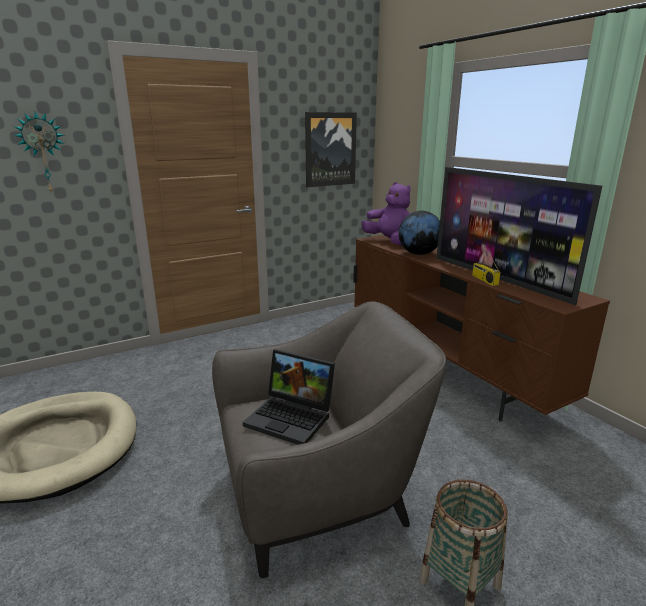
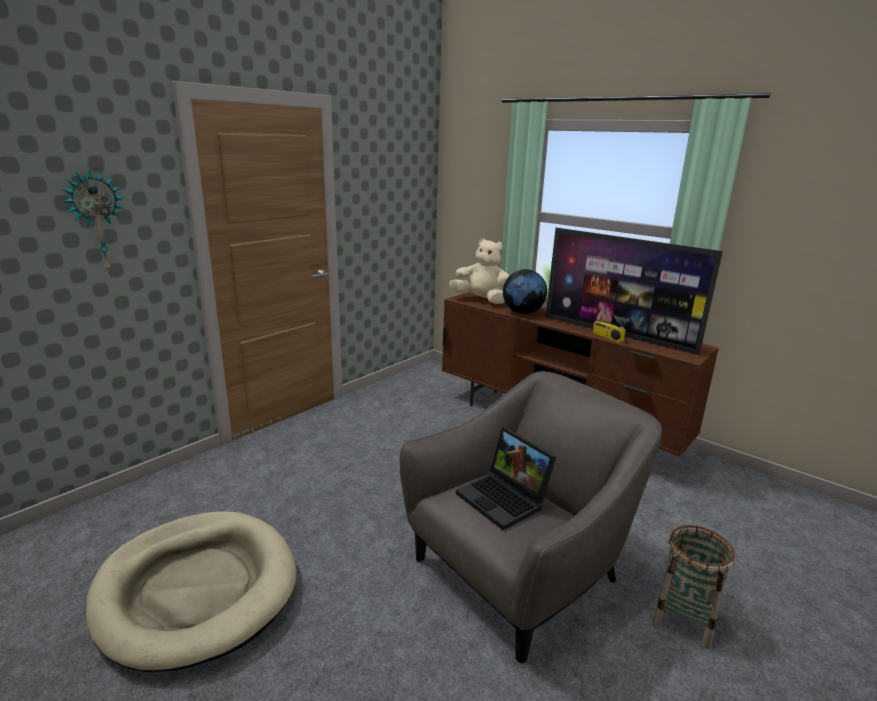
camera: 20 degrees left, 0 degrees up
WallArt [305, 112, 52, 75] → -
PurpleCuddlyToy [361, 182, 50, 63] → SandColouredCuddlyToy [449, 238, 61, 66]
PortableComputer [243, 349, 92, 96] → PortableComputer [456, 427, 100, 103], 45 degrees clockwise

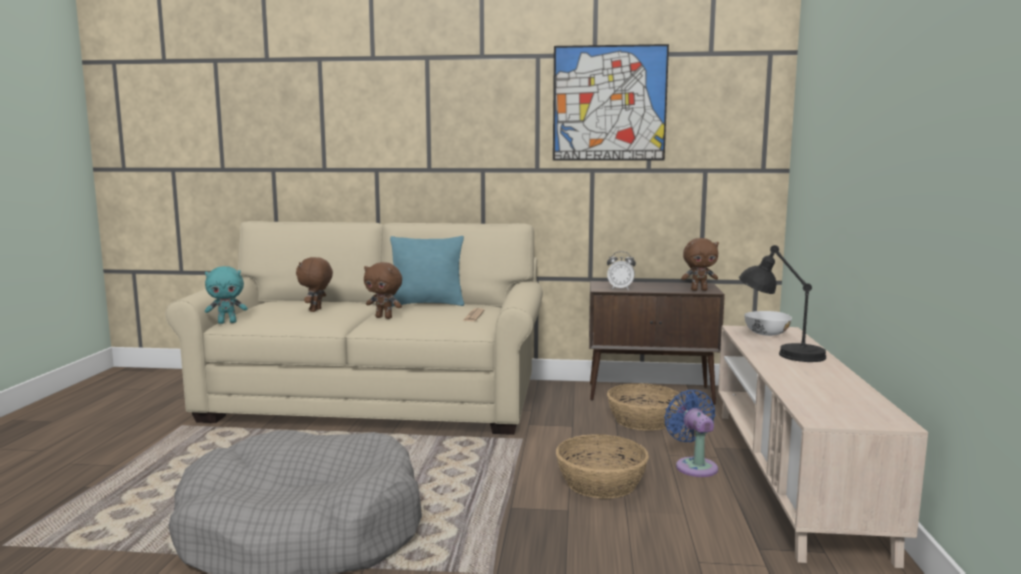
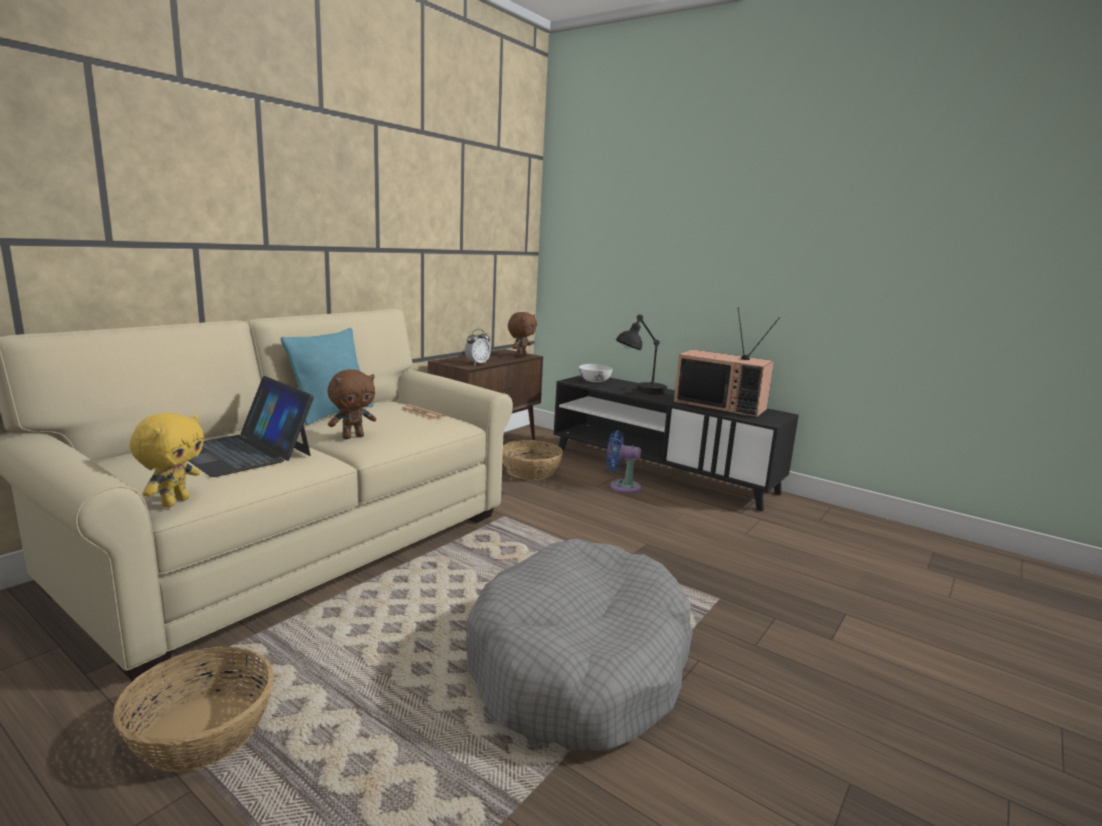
camera: 60 degrees left, 5 degrees up
WallArt [553, 44, 116, 117] → -
- → Tv [674, 307, 106, 111]
HouseholdBasket [556, 434, 93, 65] → HouseholdBasket [113, 646, 161, 127], relocated
BrownishCuddlyToy [296, 257, 37, 55] → PortableComputer [189, 376, 125, 101]
TurquoiseColouredCuddlyToy [205, 266, 43, 58] → YellowCuddlyToy [130, 413, 74, 95]
SandColouredTvUnit [718, 325, 210, 243] → BlackishTvUnit [554, 375, 245, 136]

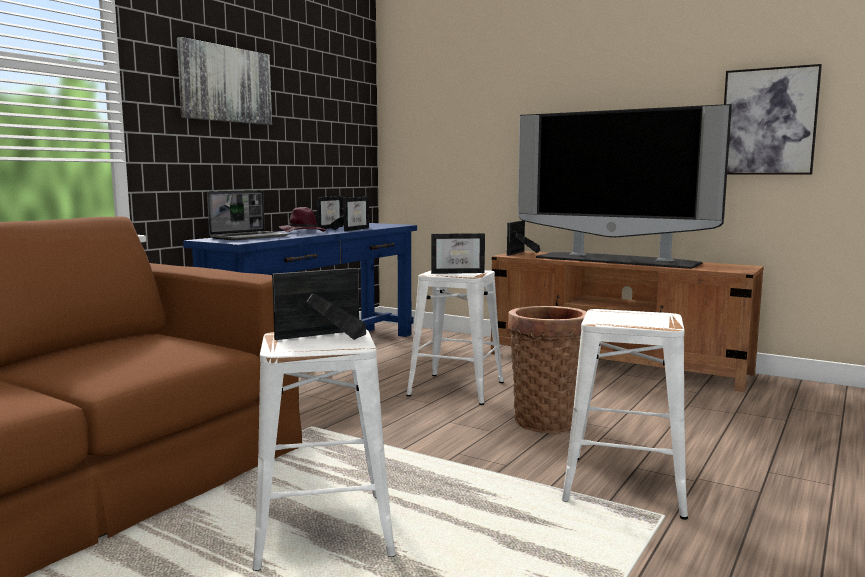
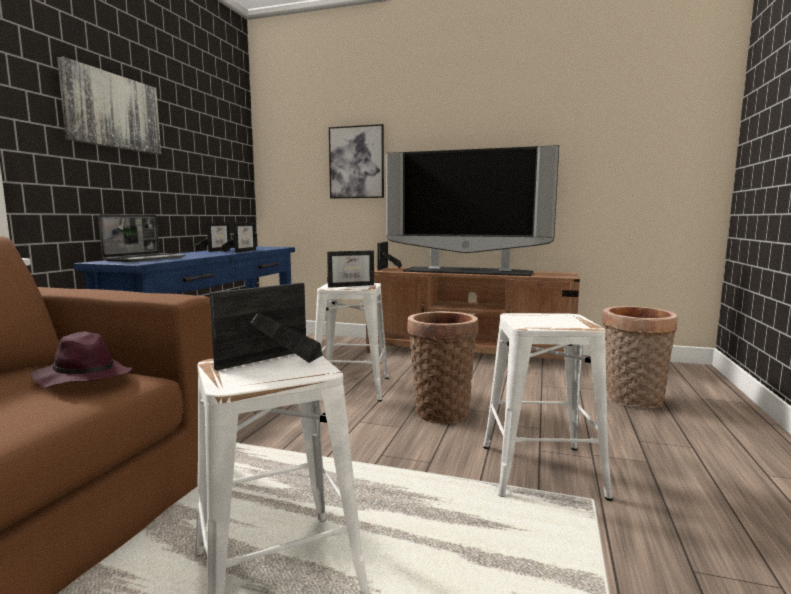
camera: 15 degrees left, 0 degrees up
- → HouseholdBasket [602, 306, 75, 102]
PurpleHat [279, 207, 48, 25] → PurpleHat [30, 332, 102, 56], relocated
WallArt [724, 64, 98, 111] → WallArt [329, 124, 55, 74], relocated

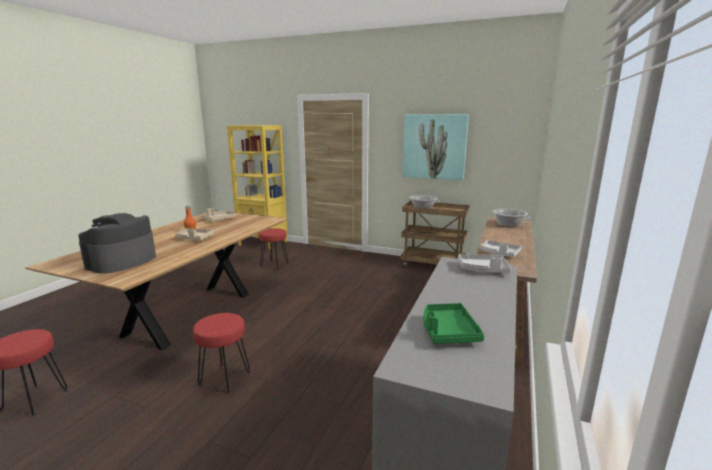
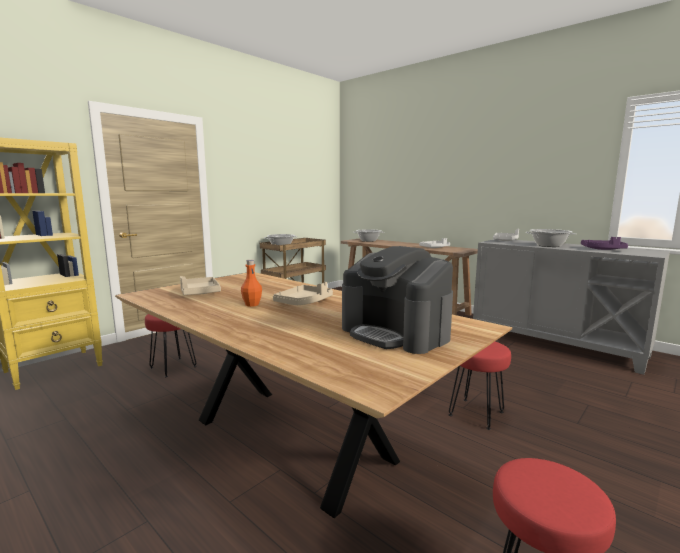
camera: 70 degrees left, 5 degrees down
WallArt [402, 114, 67, 66] → -
- → Stockpot [525, 229, 51, 18]
GreenColouredCarryingTray [423, 303, 62, 41] → PurpleCarryingTray [581, 237, 47, 13]

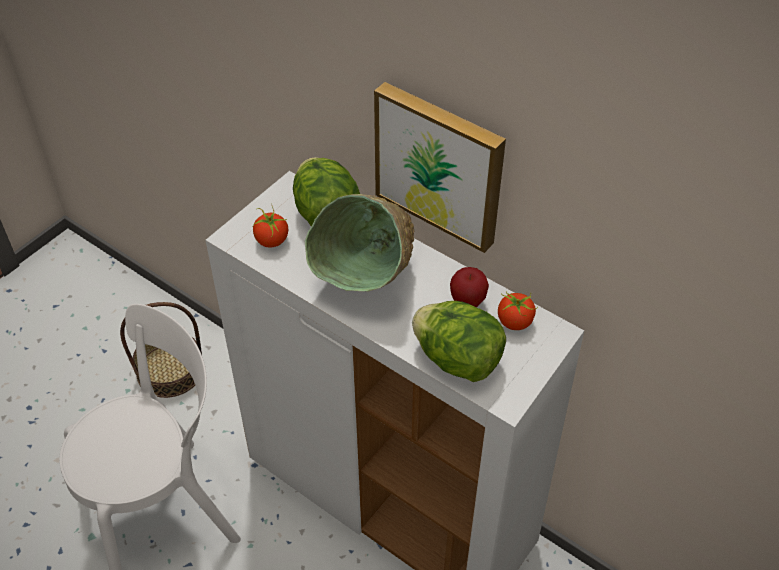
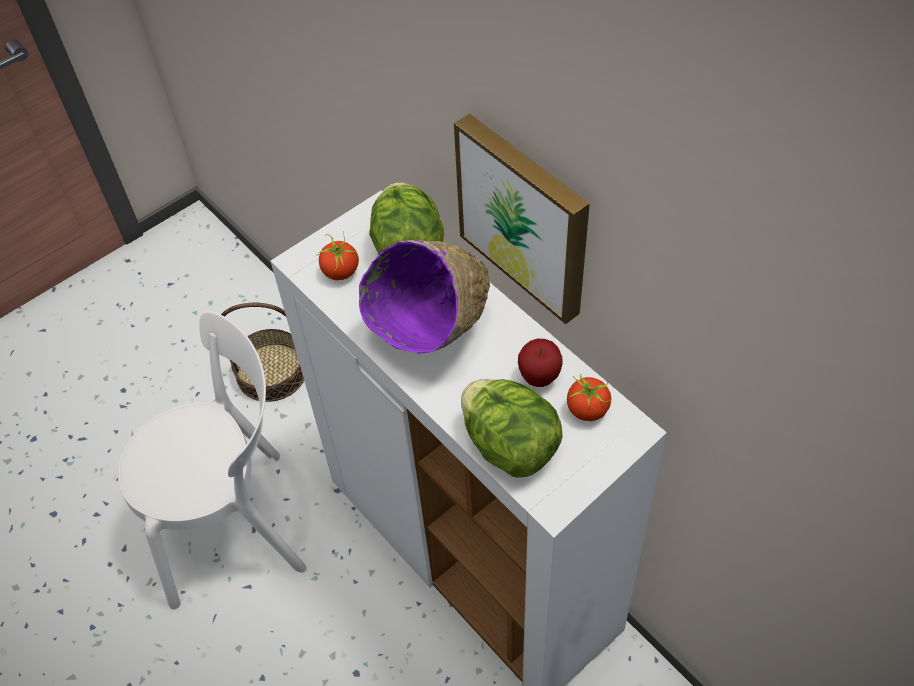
camera: 15 degrees right, 5 degrees up
GreenColouredBowl [305, 194, 109, 97] → PurpleBowl [359, 240, 131, 114]

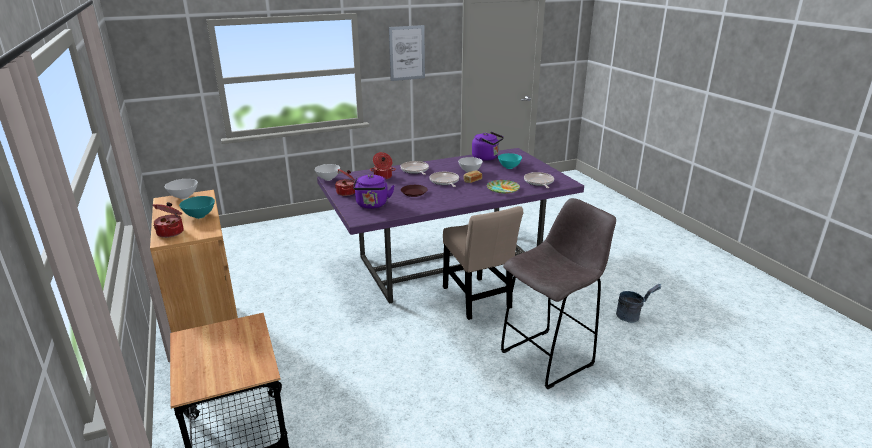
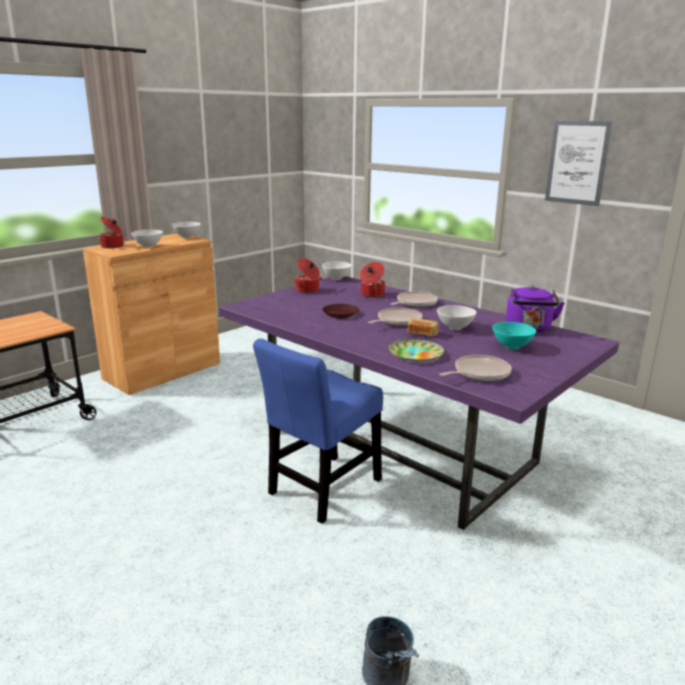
camera: 65 degrees right, 5 degrees down
PurpleKettle [353, 175, 42, 34] → -
GrayStool [501, 198, 115, 191] → -
TurquoiseColouredBowl [179, 196, 36, 23] → WhitishBowl [131, 230, 32, 17]
SandColouredUprightChair [443, 206, 81, 114] → BlueUprightChair [253, 339, 130, 185]

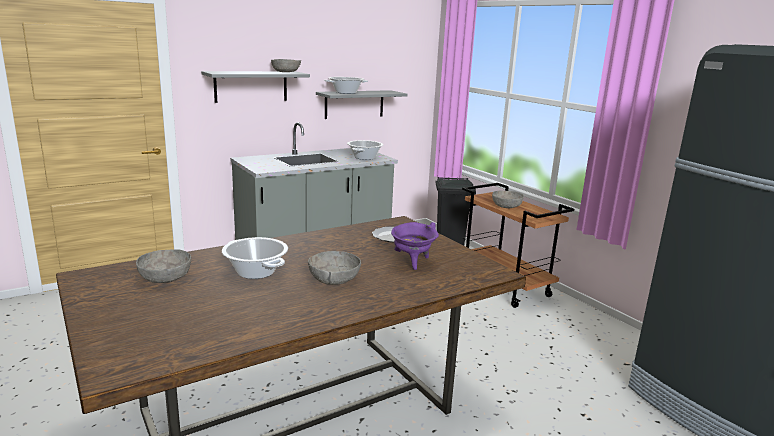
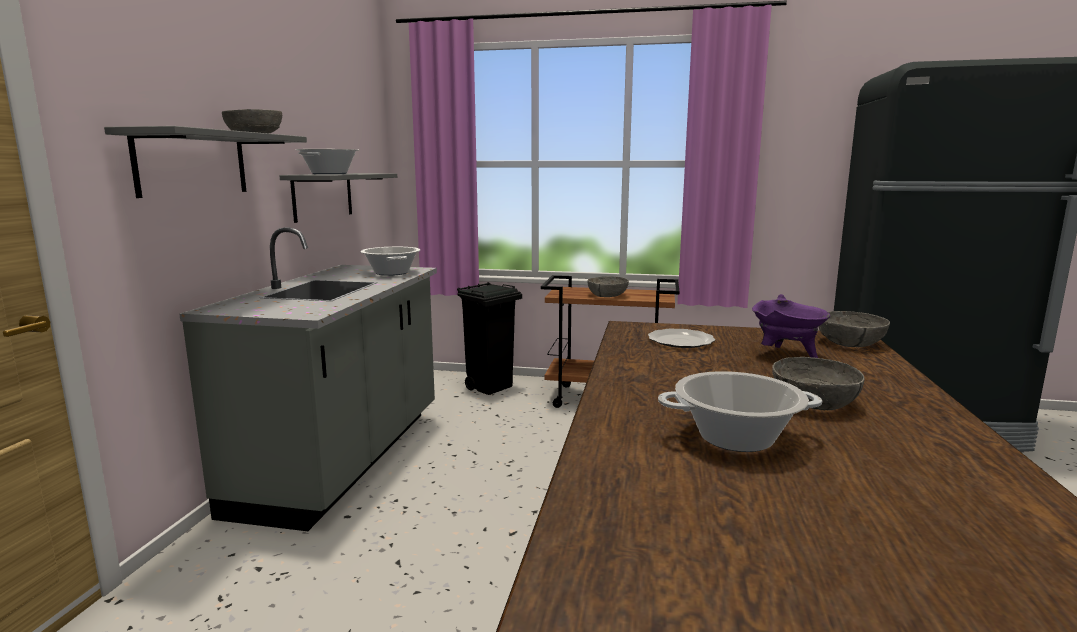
camera: 45 degrees left, 5 degrees down
GrayBowl [136, 249, 55, 34] → GrayBowl [818, 311, 72, 36], relocated

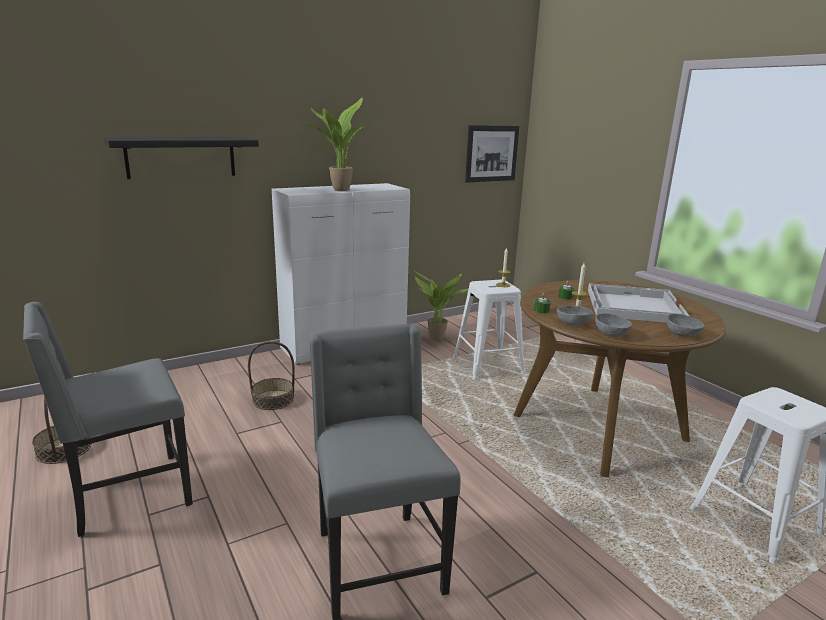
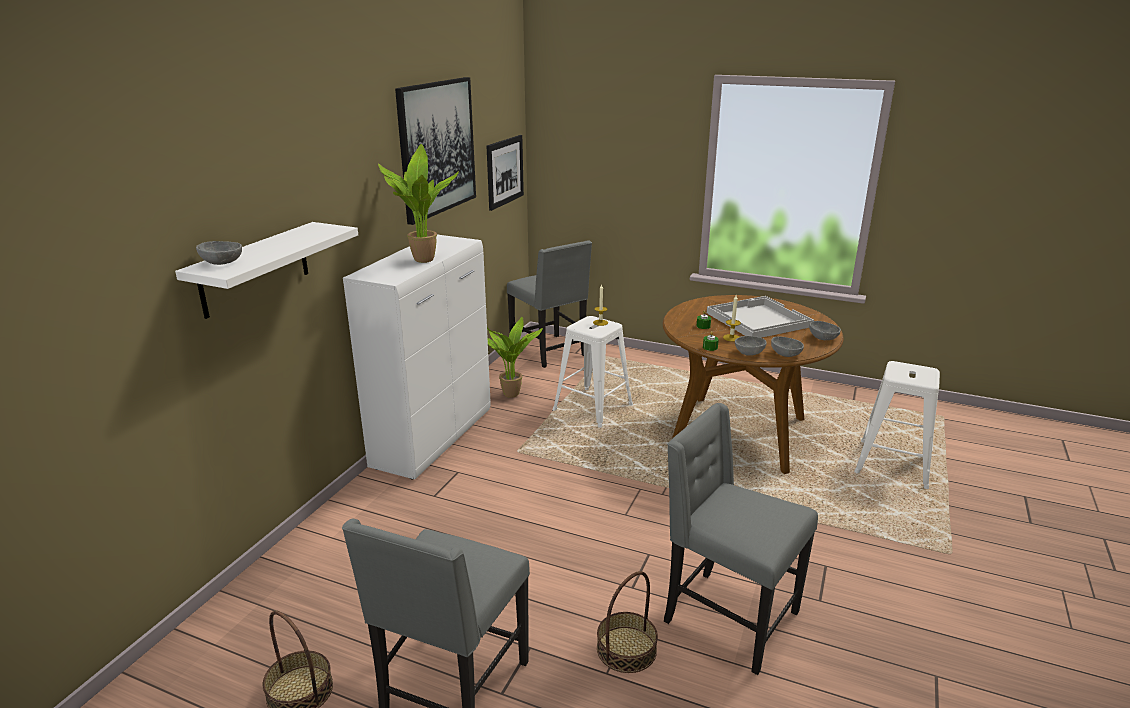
camera: 35 degrees left, 5 degrees up
- → GrayBowl [196, 241, 46, 24]
- → WallArt [395, 77, 81, 148]
- → GrayUprightChair [507, 240, 85, 128]
HouseholdBasket [248, 341, 47, 69] → HouseholdBasket [597, 571, 61, 102], relocated
BlackishWallShelf [104, 137, 155, 42] → WhitishWallShelf [175, 222, 183, 97]

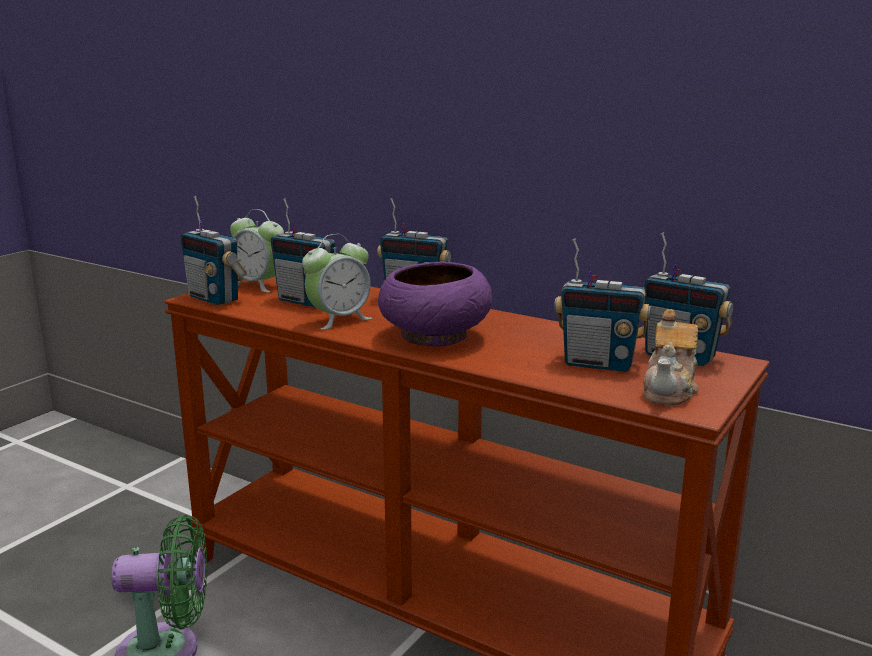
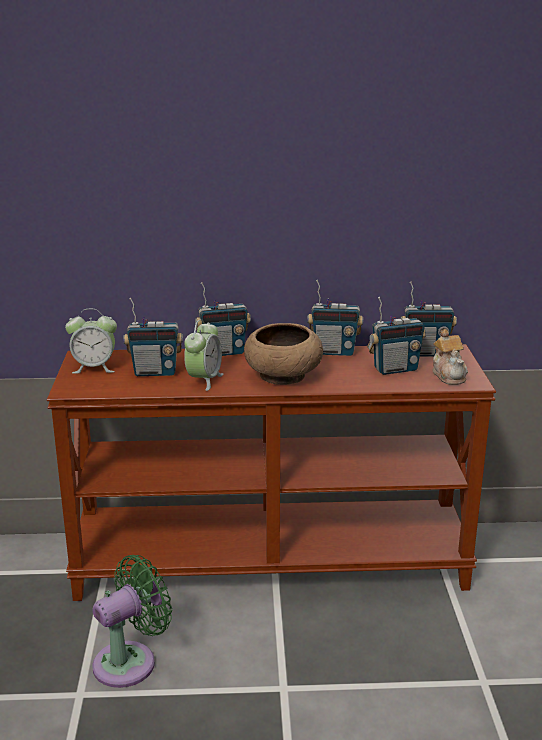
camera: 35 degrees left, 5 degrees up
Radio [180, 196, 67, 109] → Radio [307, 280, 56, 76], relocated
PurpleBowl [378, 262, 114, 84] → BrownishBowl [244, 323, 79, 62]

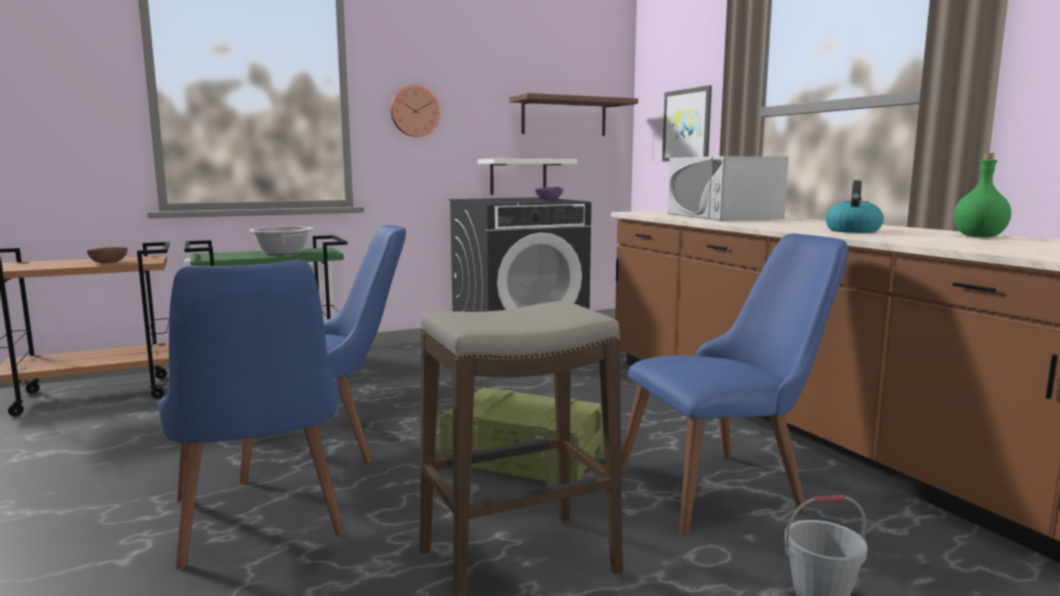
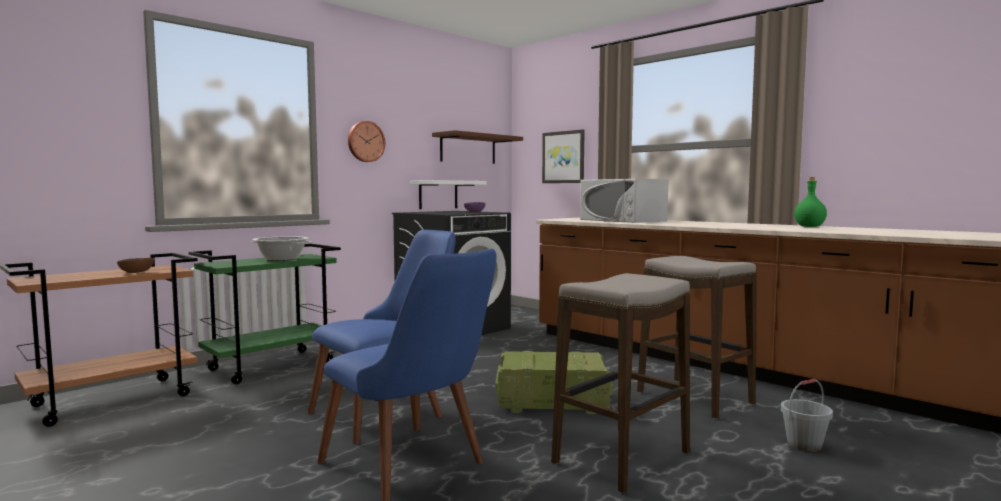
camera: 20 degrees left, 5 degrees down
Kettle [826, 180, 58, 53] → -
BlueUprightChair [621, 234, 227, 301] → Stool [637, 256, 119, 163]

